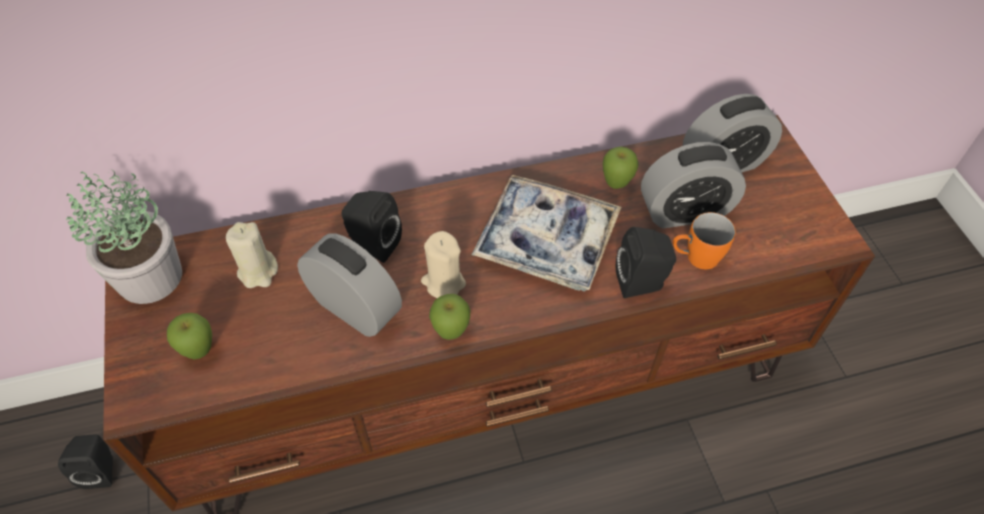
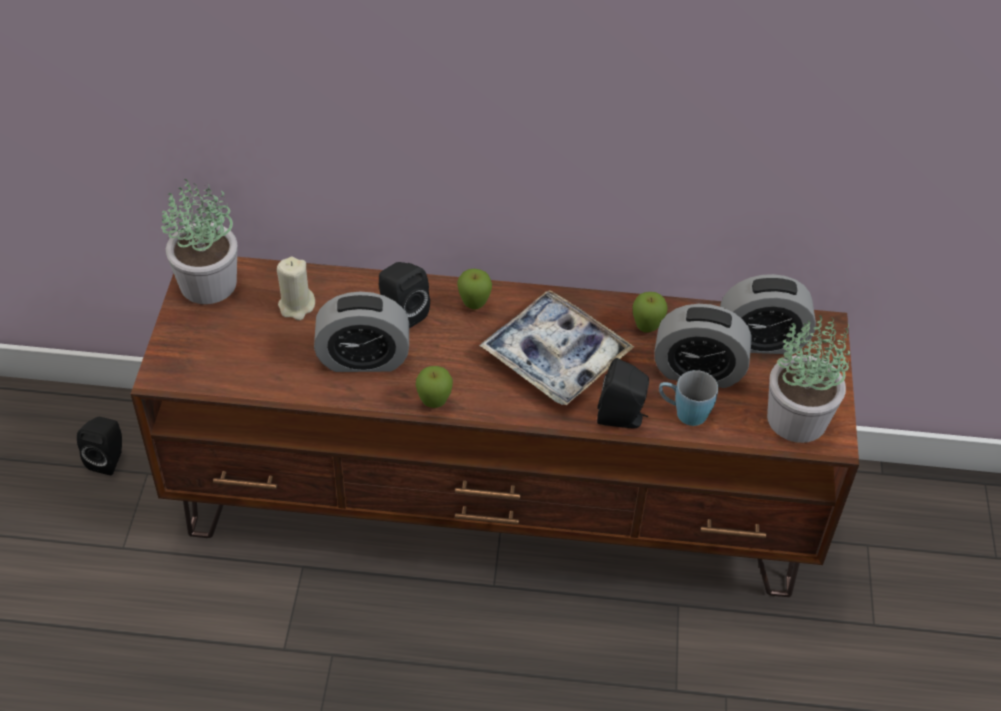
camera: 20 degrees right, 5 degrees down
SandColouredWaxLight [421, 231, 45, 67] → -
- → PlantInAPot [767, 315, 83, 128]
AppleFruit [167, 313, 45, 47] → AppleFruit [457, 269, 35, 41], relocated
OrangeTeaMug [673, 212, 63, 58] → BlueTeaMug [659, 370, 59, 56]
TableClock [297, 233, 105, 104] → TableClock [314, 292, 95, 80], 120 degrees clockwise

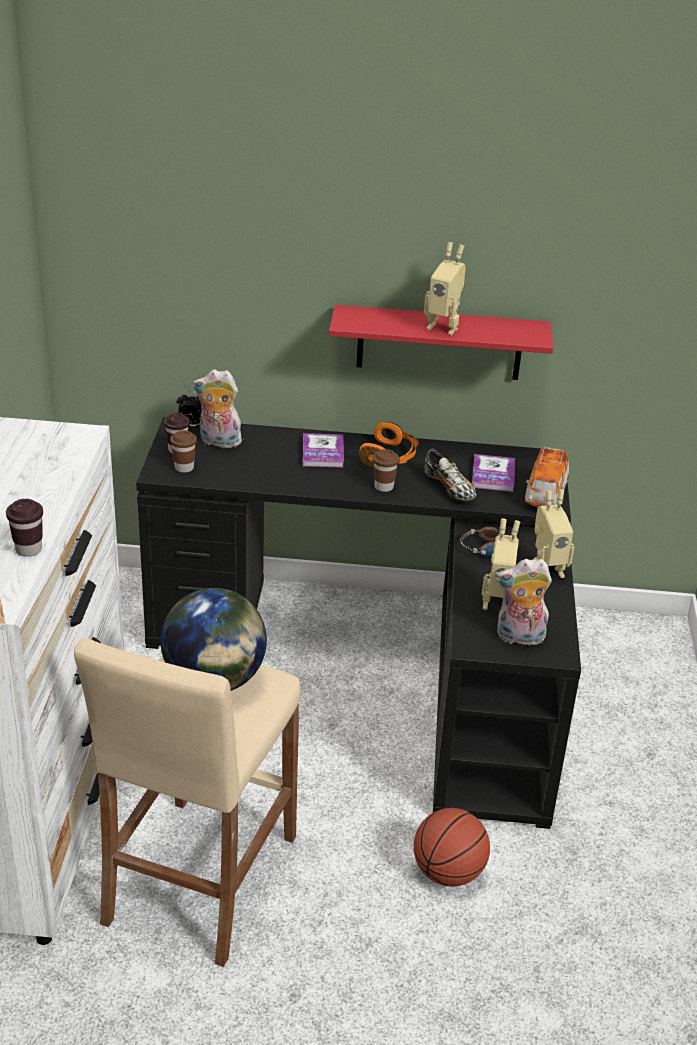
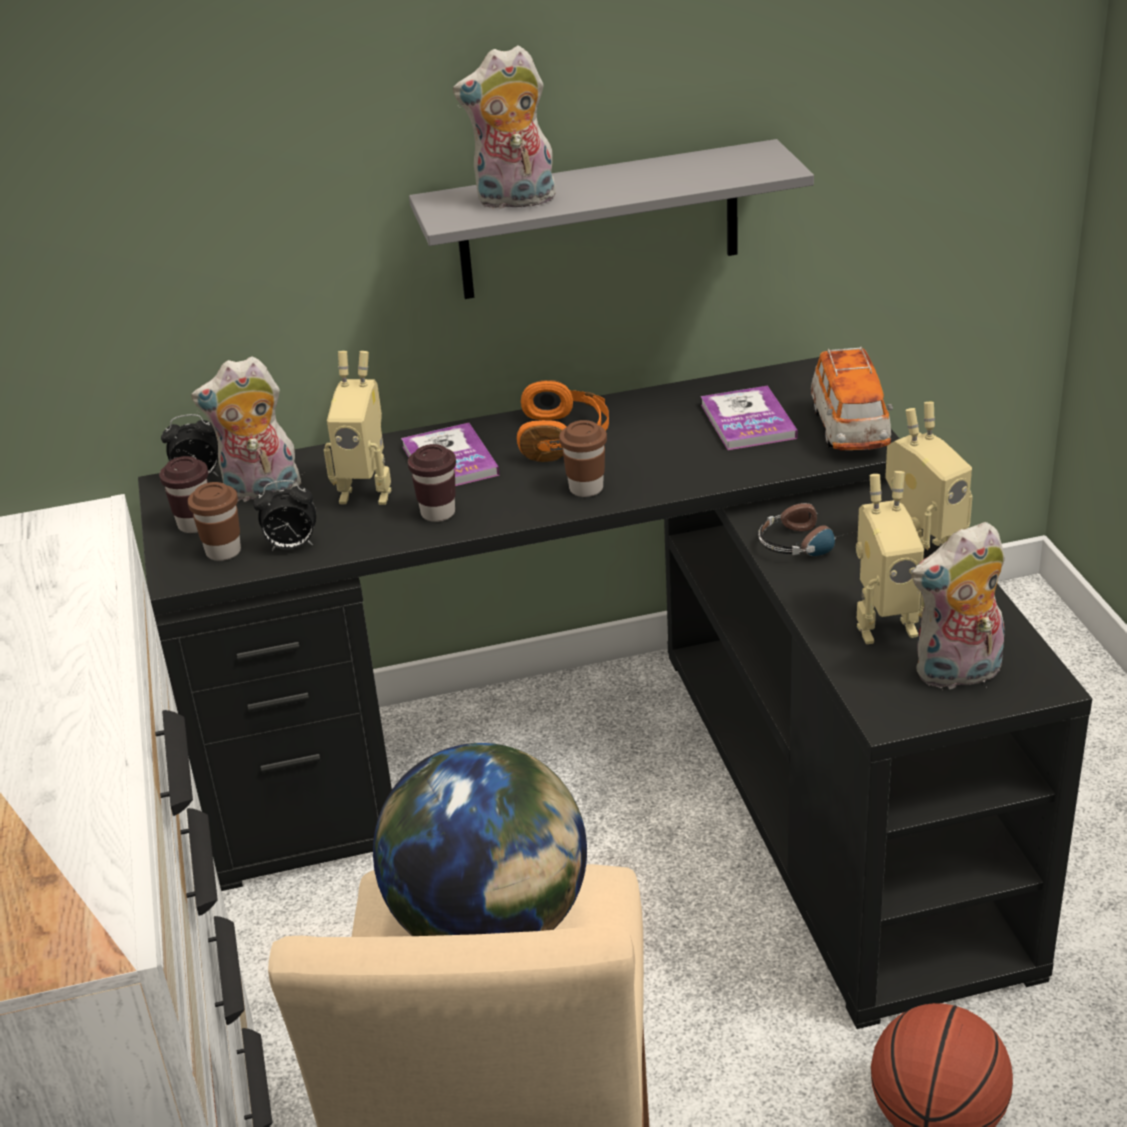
camera: 15 degrees left, 0 degrees up
LowShoe [424, 449, 52, 52] → -
- → TableClock [253, 480, 63, 71]
- → CuddlyToy [453, 45, 103, 164]
BrownishDrinkingCup [6, 499, 37, 58] → BrownishDrinkingCup [408, 444, 48, 78], relocated
ModelRobot [424, 242, 42, 93] → ModelRobot [324, 351, 67, 154], relocated
RedWallShelf [329, 305, 224, 75] → GrayWallShelf [409, 139, 405, 160]

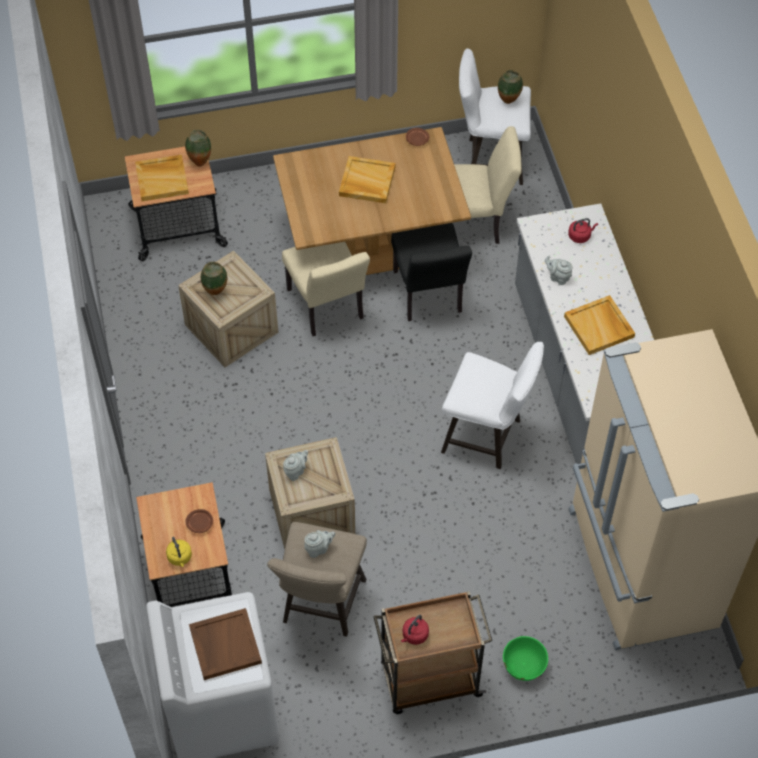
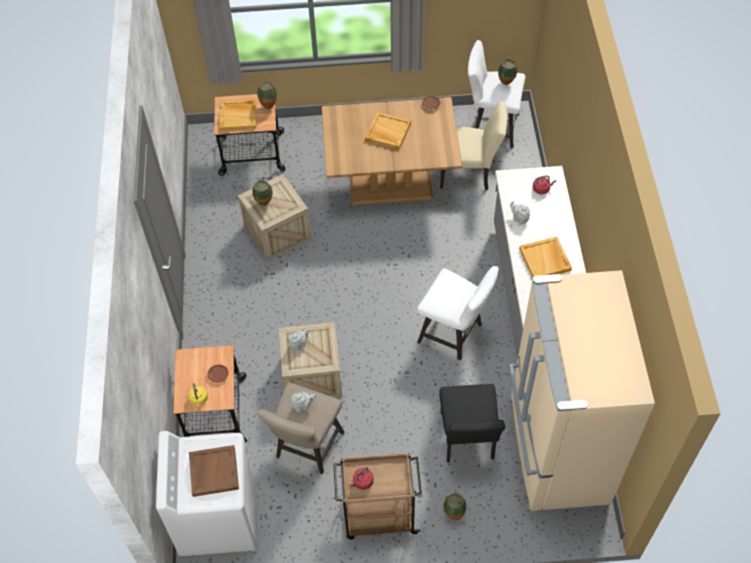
camera: 10 degrees right, 0 degrees up
SandColouredUprightChair [282, 242, 88, 94] → -
BlackishUprightChair [391, 223, 81, 98] → BlackishUprightChair [439, 384, 66, 78], relocated
GreenColouredBowl [503, 636, 45, 45] → DecorativeVase [443, 493, 23, 27]

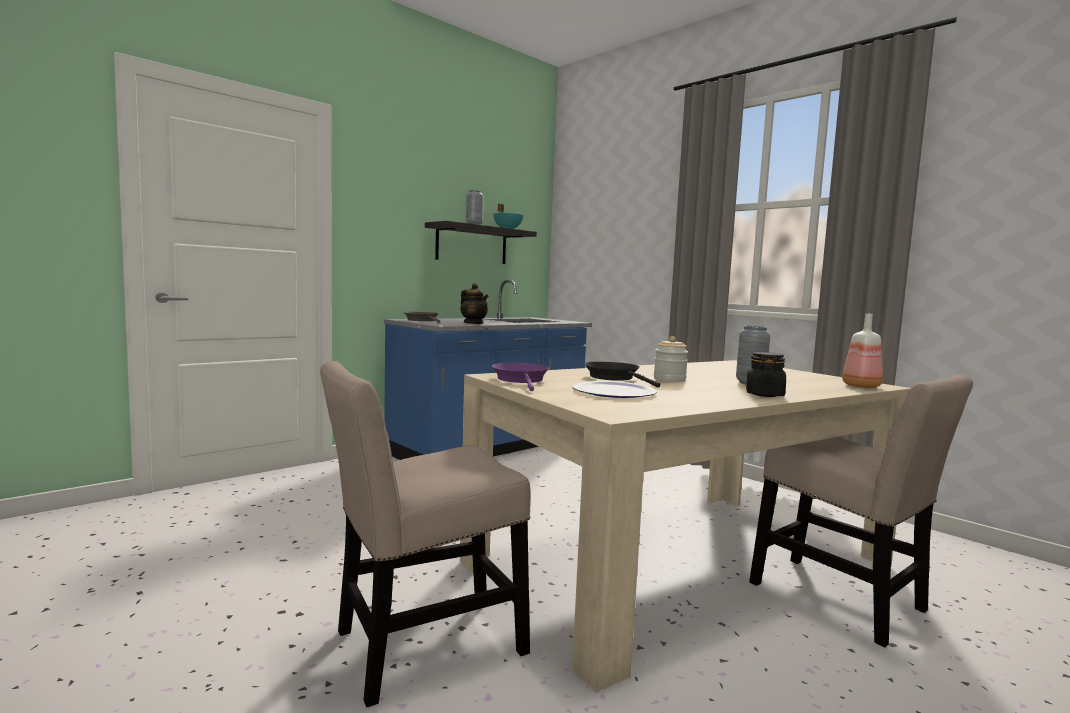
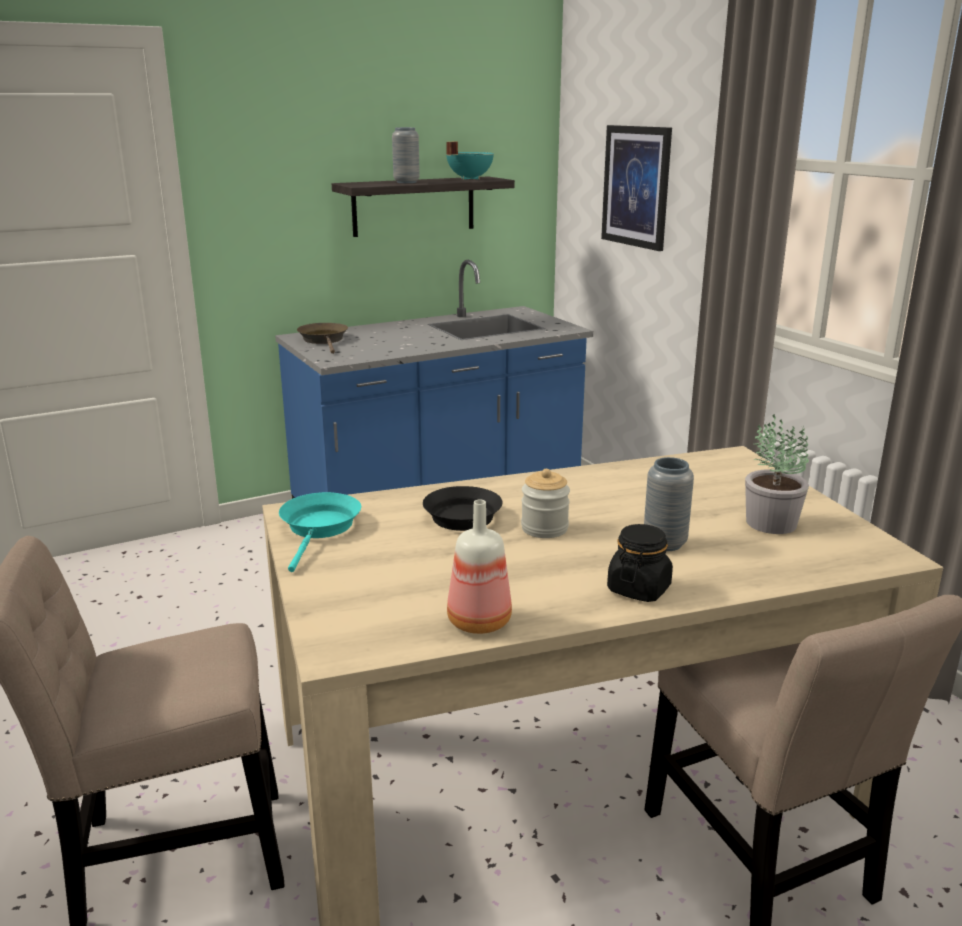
camera: 15 degrees right, 15 degrees up
PotForTea [460, 283, 29, 41] → -
FlatDish [572, 381, 85, 17] → -
- → WallArt [601, 125, 71, 126]
- → PlantInAPot [745, 414, 64, 120]
BeverageBottle [842, 314, 41, 74] → BeverageBottle [447, 500, 65, 134], relocated
PurpleFryingPan [491, 363, 59, 28] → TurquoiseColouredFryingPan [279, 492, 82, 80]

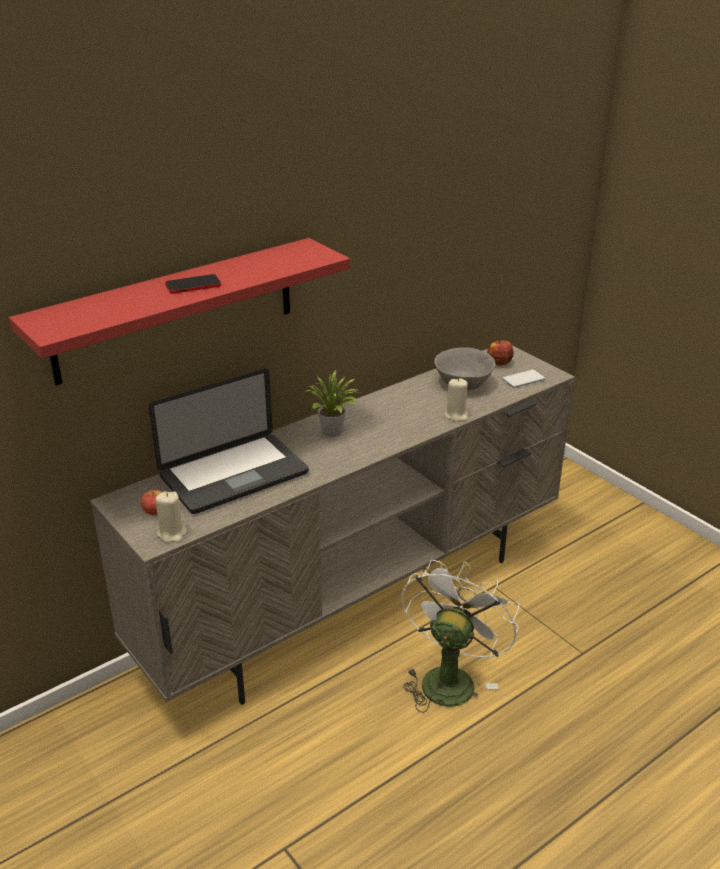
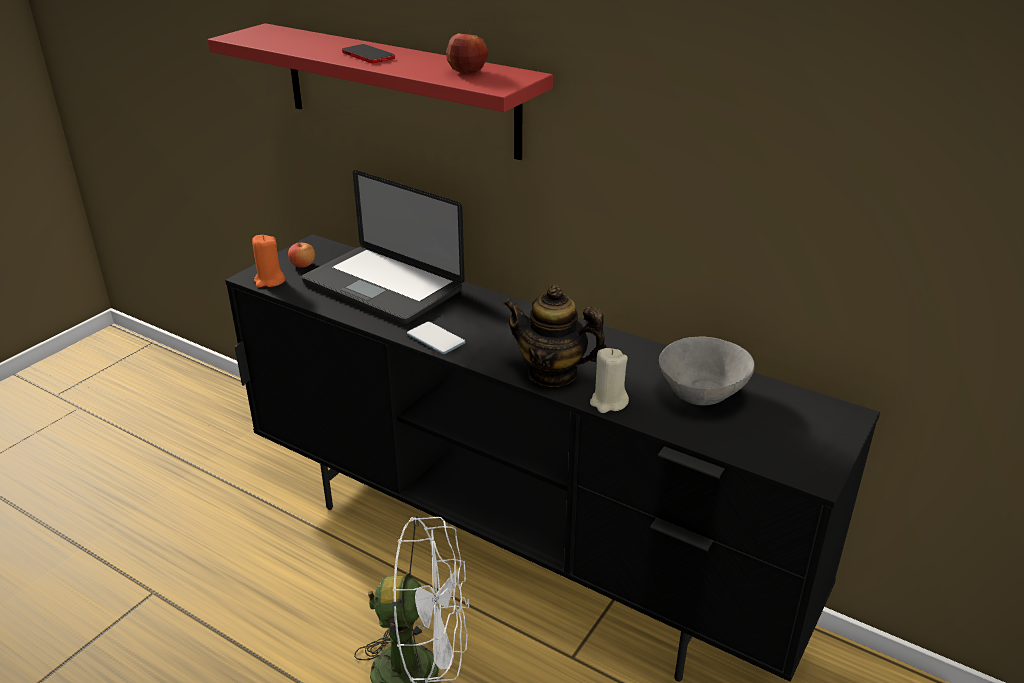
camera: 70 degrees right, 0 degrees up
PlantInAPot [305, 370, 55, 67] → -
- → PotForTea [503, 285, 104, 102]
AppleFruit [487, 339, 27, 27] → AppleFruit [446, 29, 42, 45], relocated
Handset [502, 369, 44, 19] → Handset [407, 322, 59, 32], relocated
SandColouredTvUnit [90, 345, 485, 360] → BlackishTvUnit [225, 234, 655, 448]
SandColouredWaxLight [155, 491, 32, 52] → OrangeWaxLight [252, 235, 33, 53]

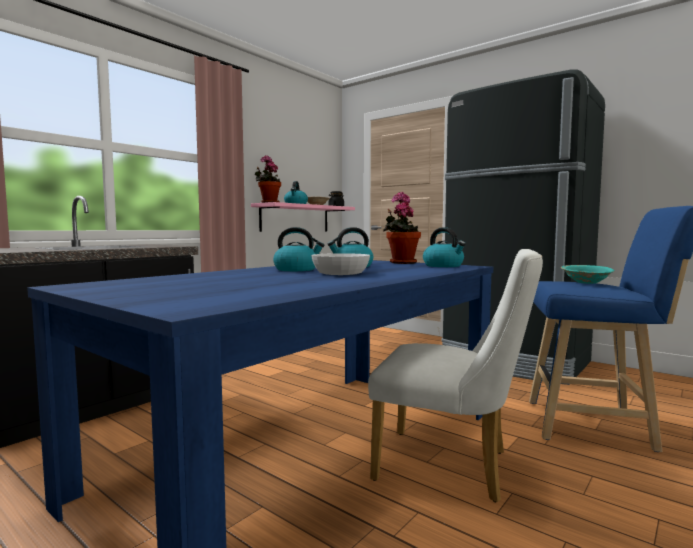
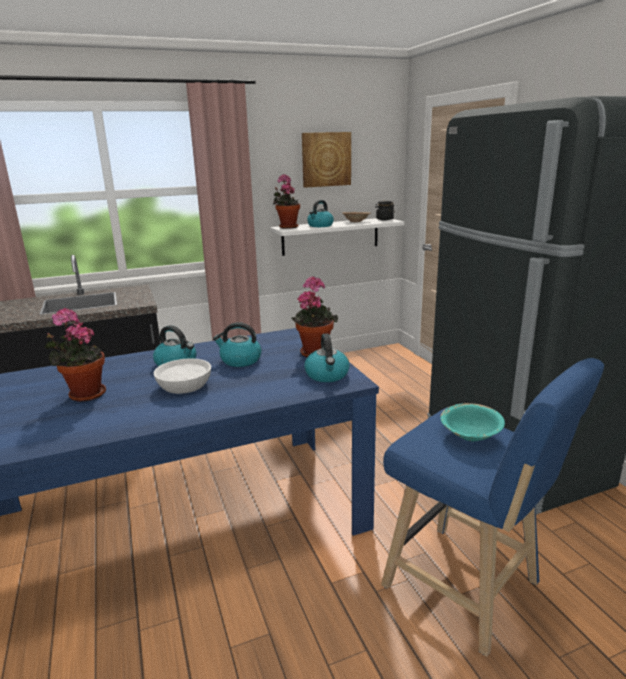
camera: 30 degrees right, 15 degrees up
WhitishUprightChair [368, 249, 175, 253] → -
- → PlantInAPot [44, 308, 62, 94]
- → WallArt [302, 132, 49, 56]
PinkColouredWallShelf [251, 202, 104, 30] → WhitishWallShelf [270, 218, 134, 38]

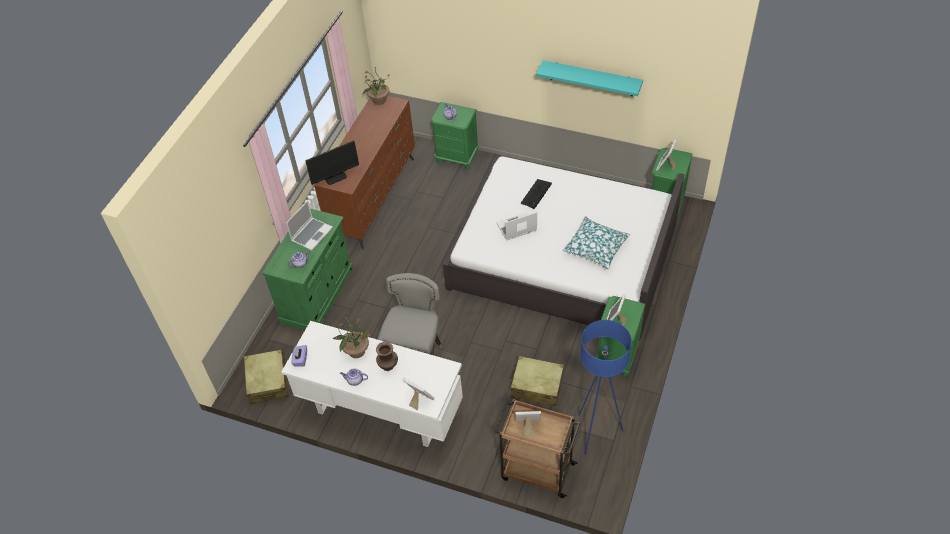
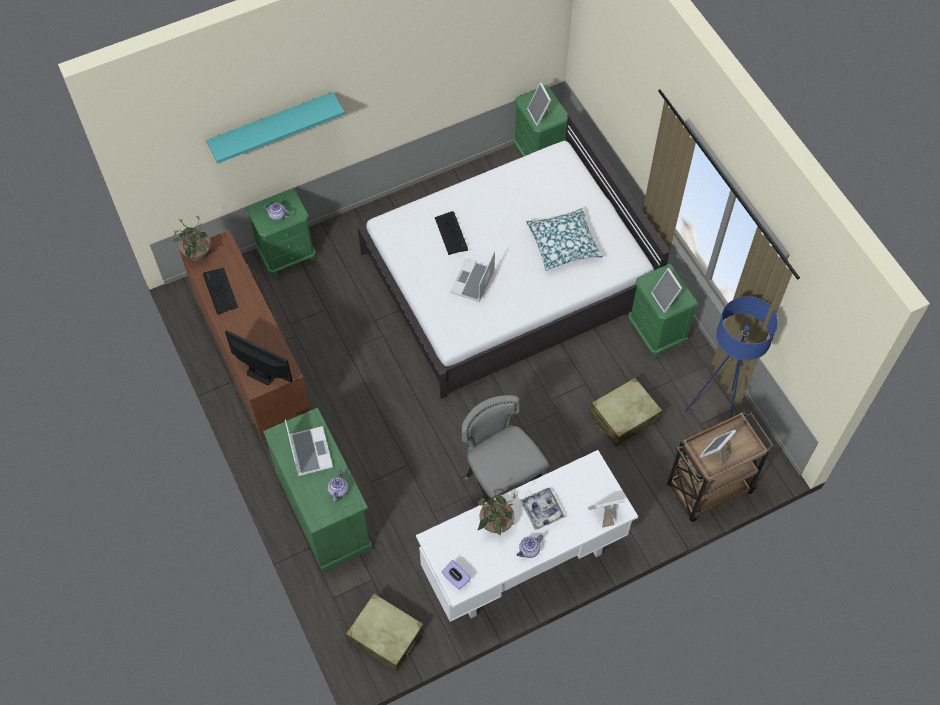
camera: 50 degrees left, 10 degrees up
- → PcKeyboard [203, 268, 35, 47]
TurquoiseColouredWallShelf [536, 60, 107, 36] → TurquoiseColouredWallShelf [206, 92, 139, 72], relocated
BrownishDecorativeVase [376, 342, 22, 29] → CarryingTray [520, 487, 45, 43]
ComputerScreen [306, 140, 53, 45] → ComputerScreen [225, 330, 68, 55], 75 degrees counterclockwise

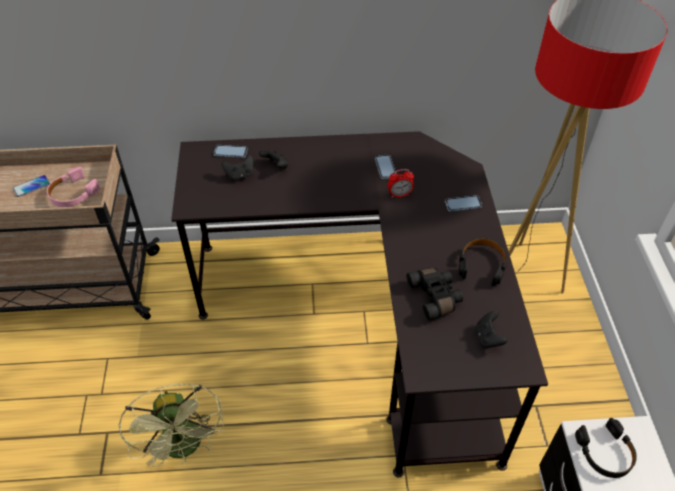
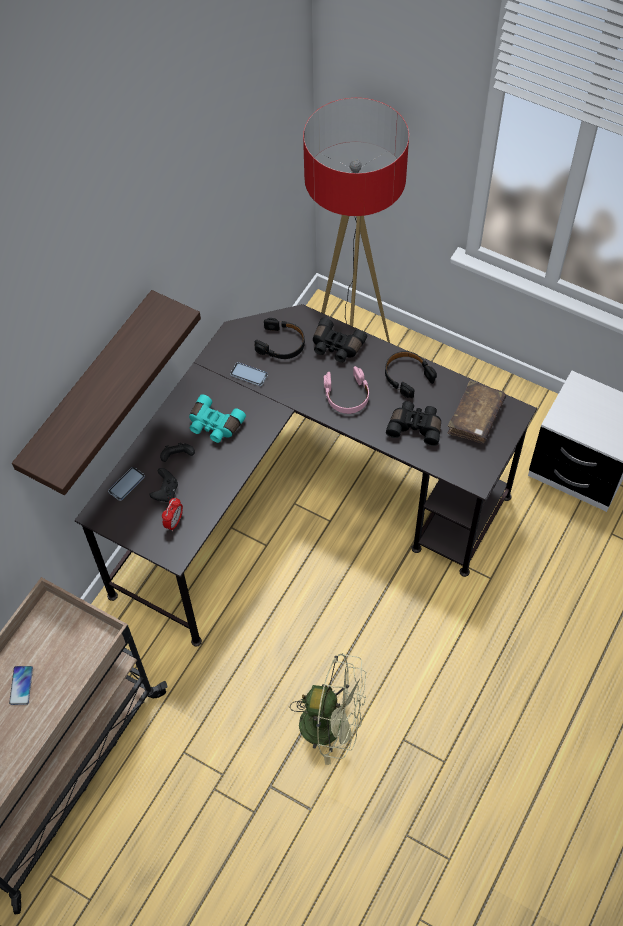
camera: 55 degrees left, 10 degrees up
- → WallShelf [12, 290, 189, 205]
- → TurquoiseColouredBinoculars [189, 394, 57, 49]
PinkColouredHeadset [47, 167, 53, 40] → PinkColouredHeadset [324, 366, 45, 48], relocated
TableClock [388, 169, 26, 29] → TableClock [162, 498, 21, 33], relocated
BlackishHeadset [575, 418, 62, 60] → BlackishHeadset [254, 318, 51, 41], relocated
Handset [445, 195, 37, 17] → BlackishBinoculars [313, 318, 54, 45]
BlackishGameController [475, 311, 33, 37] → BrownishVolume [447, 381, 59, 62]

